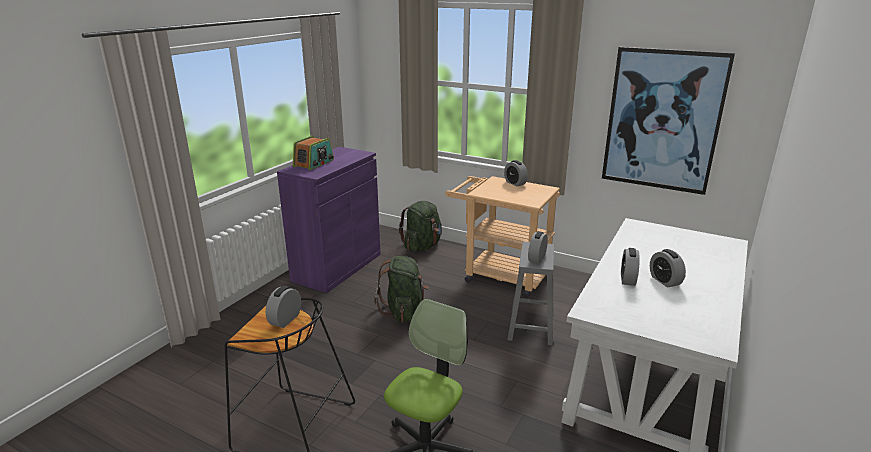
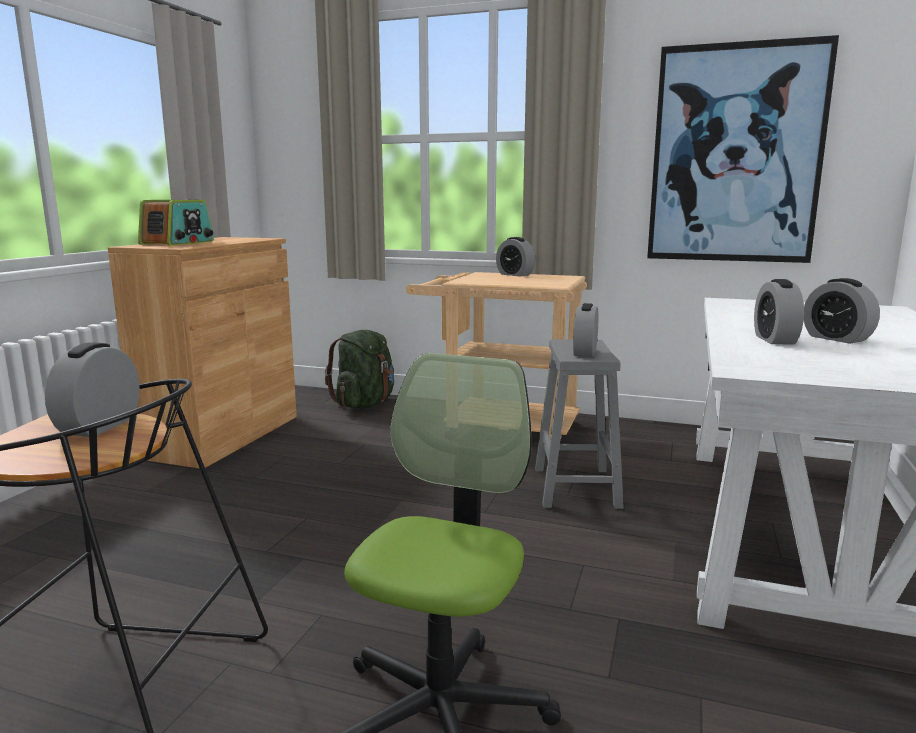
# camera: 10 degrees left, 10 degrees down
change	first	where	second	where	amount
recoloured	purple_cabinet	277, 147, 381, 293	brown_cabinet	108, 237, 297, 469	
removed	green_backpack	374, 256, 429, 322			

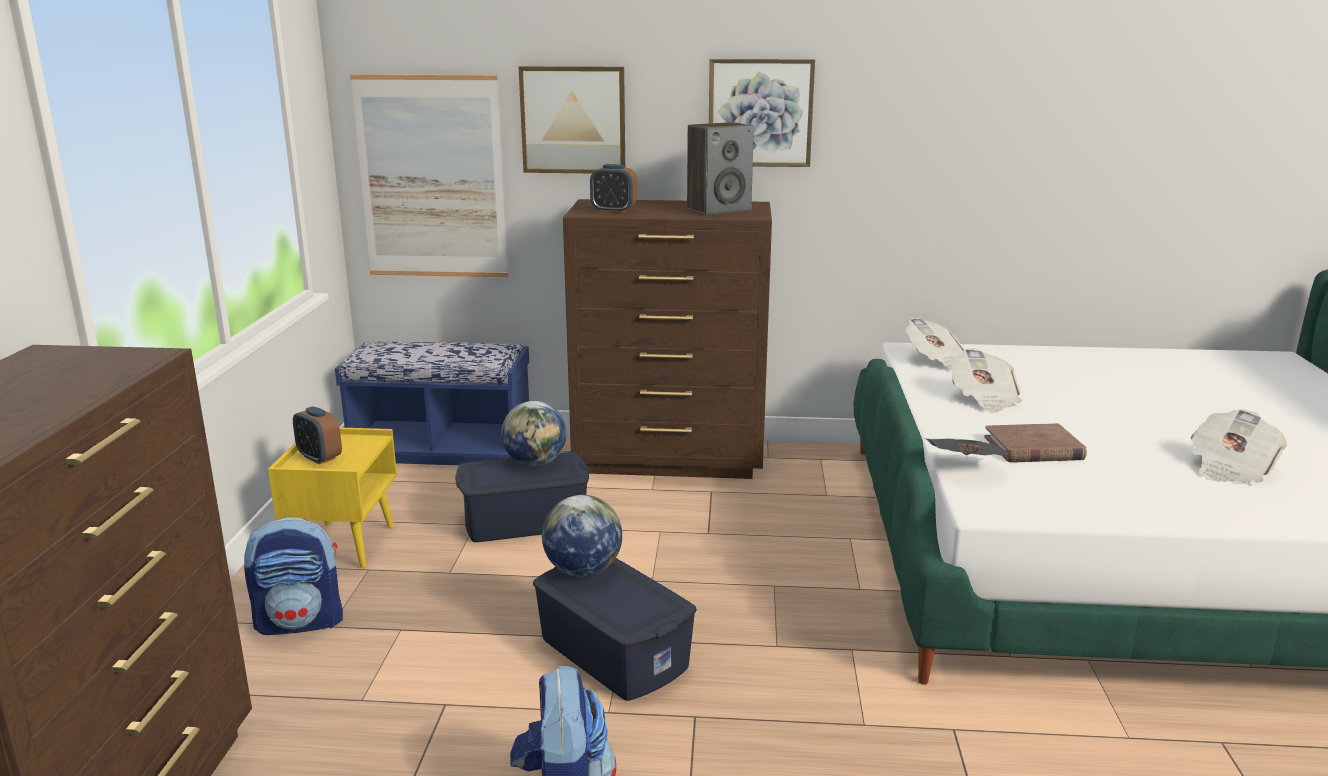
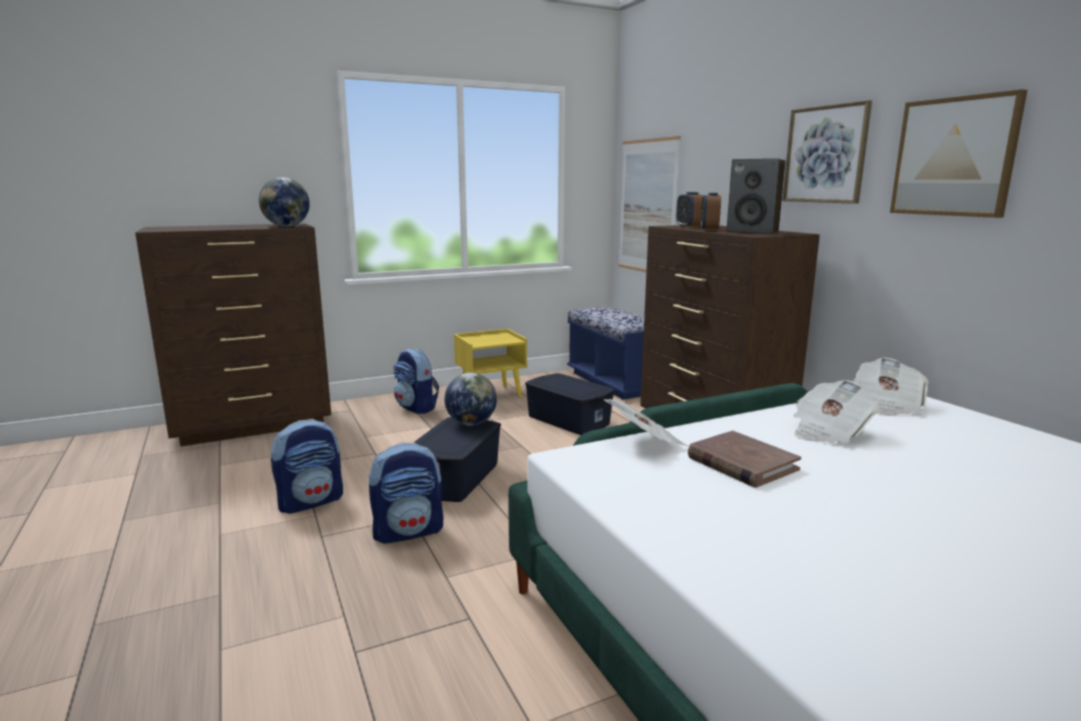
# camera: 60 degrees right, 5 degrees down
change	first	where	second	where	amount
moved	alarm_clock	293, 406, 342, 464		701, 193, 721, 231	
moved	globe	501, 401, 567, 466		259, 177, 310, 227	
moved	picture	519, 66, 625, 173		890, 89, 1027, 218	
removed	newspaper	1191, 409, 1287, 483			
added			backpack	369, 443, 443, 543	

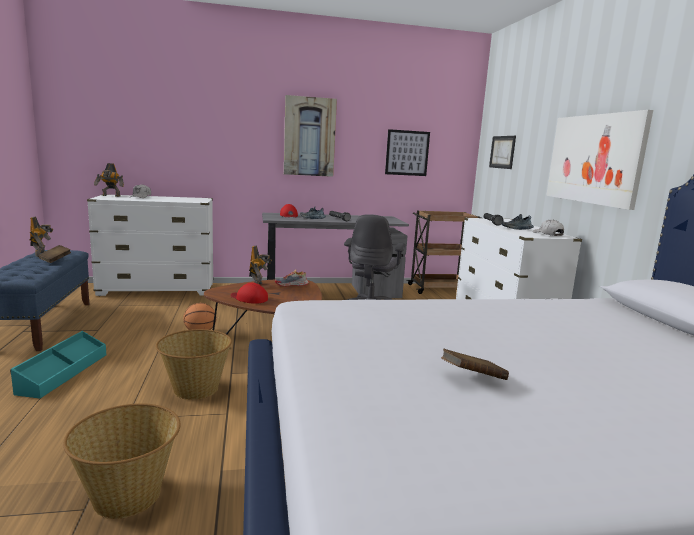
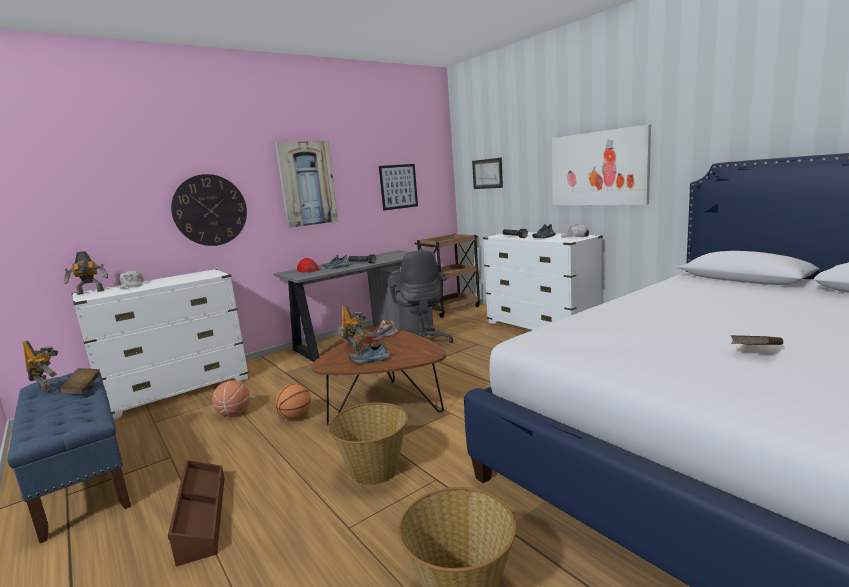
# camera: 25 degrees left, 0 degrees up
change	first	where	second	where	amount
recoloured	turquoise_storage_box	10, 331, 106, 398	brown_storage_box	168, 460, 224, 566	
replaced	red_cap	231, 282, 268, 304	shoe	348, 342, 390, 364	
added			wall_clock	171, 174, 247, 246	
added			basketball	212, 381, 250, 416	

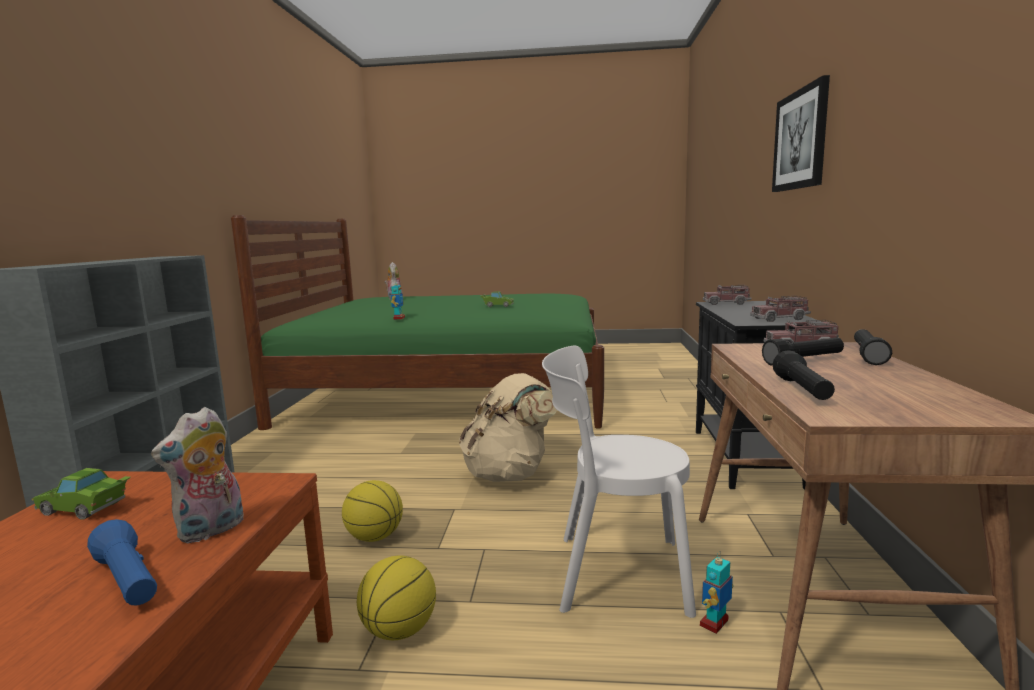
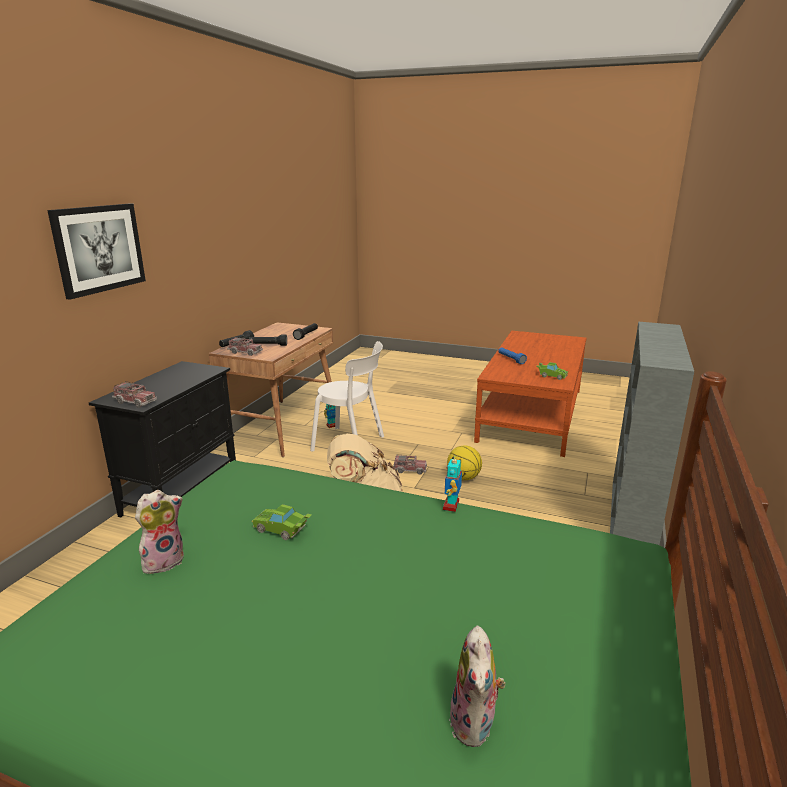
# camera: 165 degrees left, 10 degrees up
change	first	where	second	where	amount
moved	plush_toy	151, 407, 244, 543		135, 490, 184, 574	
removed	basketball	357, 556, 436, 640			
moved	toy_truck	750, 296, 811, 322		393, 455, 427, 474	

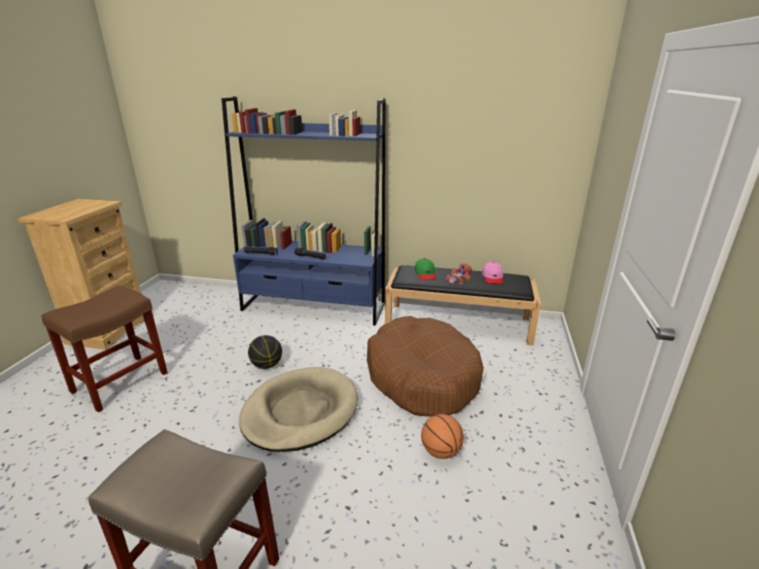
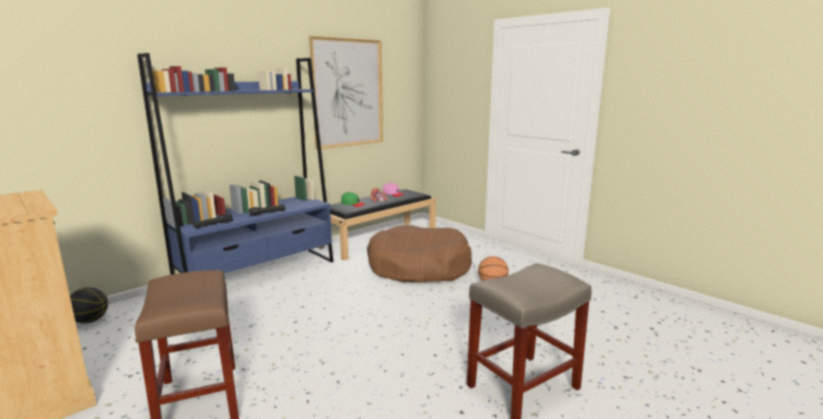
# camera: 55 degrees left, 10 degrees down
change	first	where	second	where	amount
removed	beige_dog_bed	239, 367, 358, 452			
moved	basketball	248, 335, 282, 369		70, 287, 108, 323	
added			picture	309, 36, 383, 149	

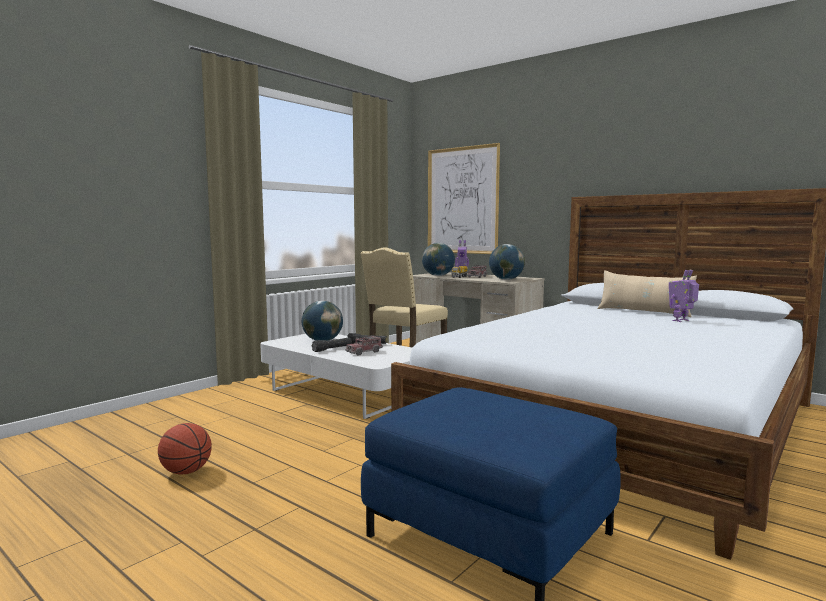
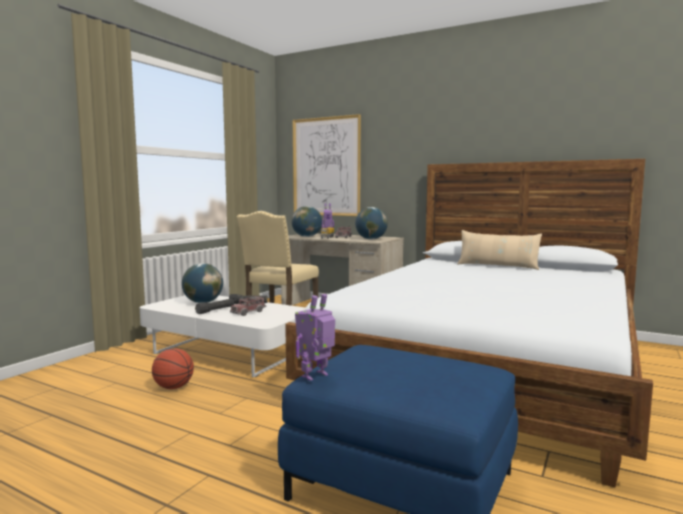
# camera: 10 degrees left, 0 degrees up
change	first	where	second	where	amount
moved	basketball	158, 423, 212, 475		152, 349, 194, 389	
moved	toy_robot	669, 270, 699, 322		295, 294, 335, 381	

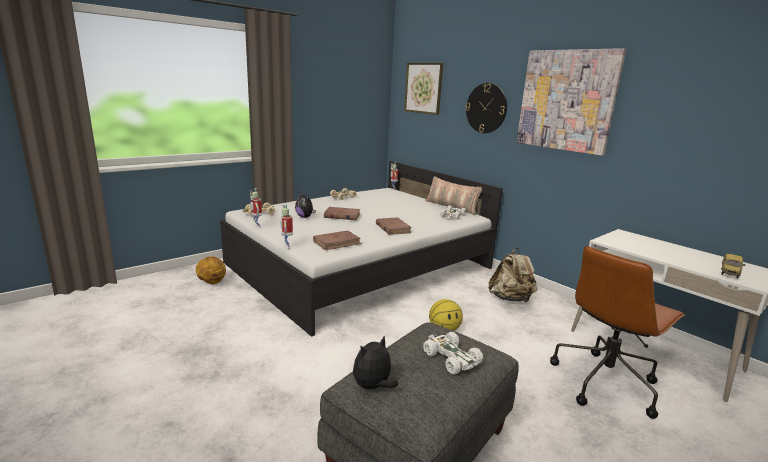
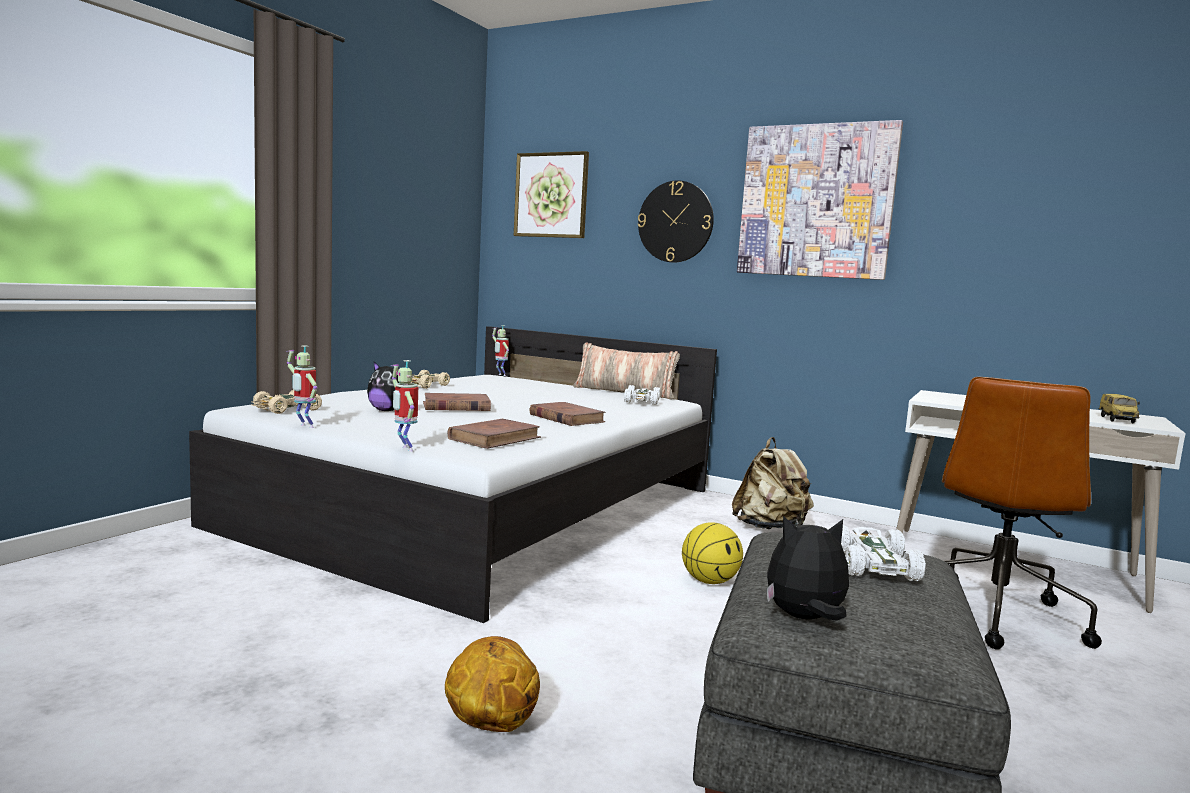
# camera: 20 degrees left, 10 degrees down
change	first	where	second	where	amount
moved	basketball	196, 256, 226, 285		445, 636, 540, 732	
turned	plush_toy	353, 335, 398, 390		766, 516, 849, 621	60 degrees clockwise
turned	white_toy_car	423, 332, 483, 374		841, 525, 926, 581	60 degrees clockwise

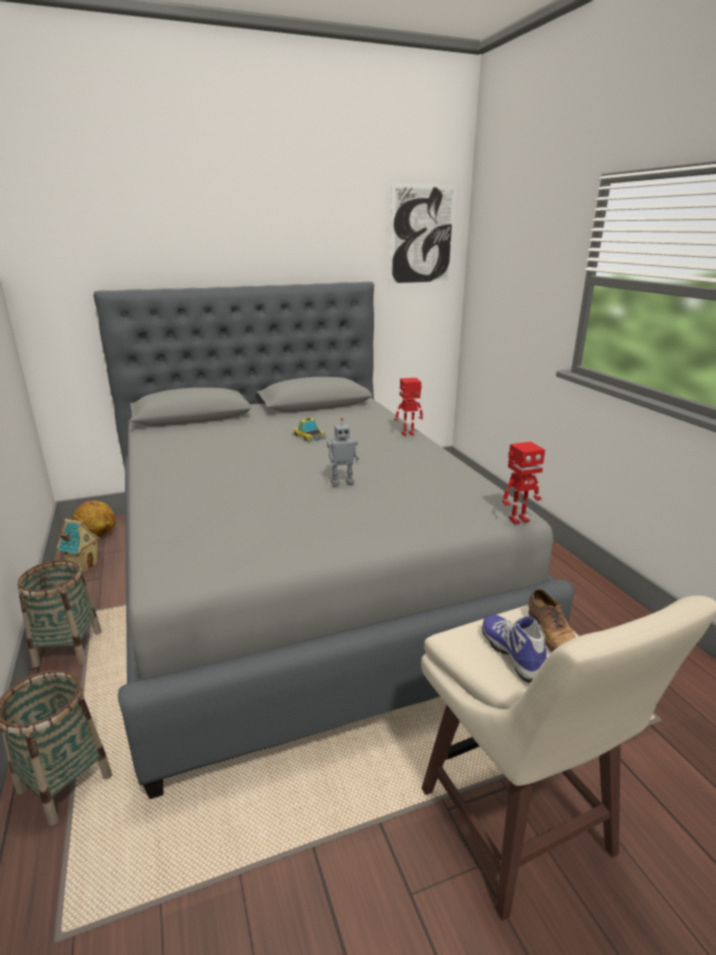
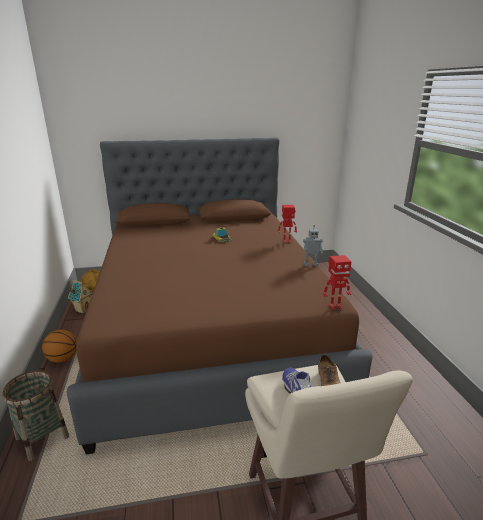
# camera: 10 degrees right, 0 degrees up
change	first	where	second	where	amount
replaced	basket	17, 560, 102, 667	basketball	42, 330, 77, 363	
recoloured	grey_bed	93, 282, 575, 799	brown_bed	66, 138, 373, 454	
moved	toy_robot	327, 418, 359, 486		303, 225, 323, 267	
removed	picture	390, 184, 456, 285			

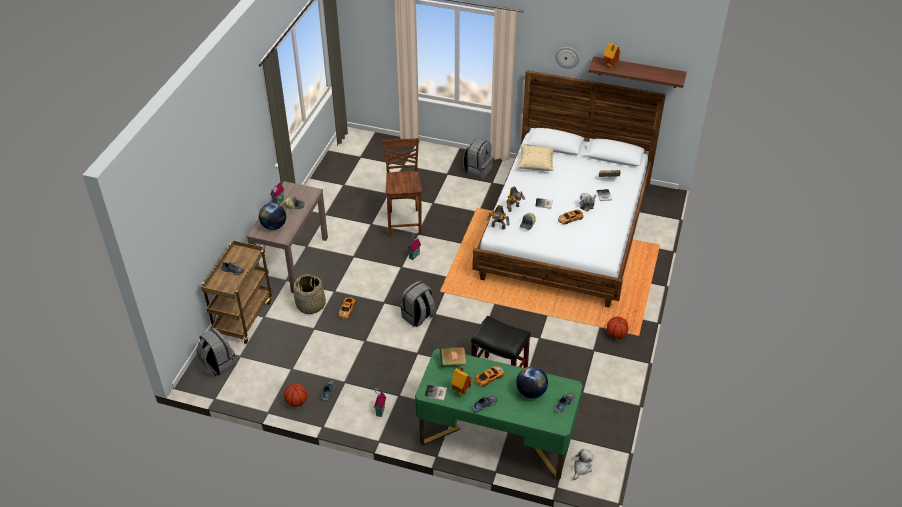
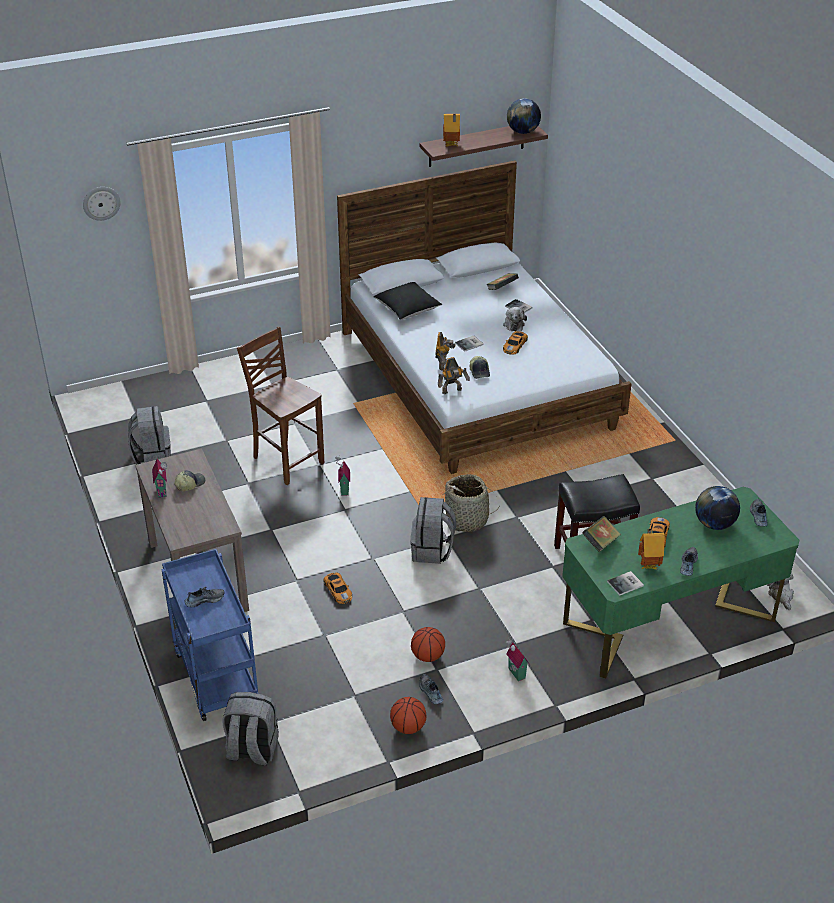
# camera: 40 degrees left, 5 degrees down
change	first	where	second	where	amount
recoloured	brown_cart	201, 240, 272, 344	blue_cart	161, 549, 259, 721	
moved	globe	259, 203, 286, 230		507, 98, 541, 134	
moved	basket	293, 274, 326, 314		444, 474, 495, 532	
moved	grey_backpack	463, 138, 493, 179		128, 406, 171, 464	
recoloured	beige_pillow	518, 145, 555, 171	black_pillow	373, 282, 442, 320	
moved	wall_clock	555, 47, 580, 69		83, 187, 121, 221	
moved	basketball	607, 317, 629, 339		411, 627, 445, 662	

